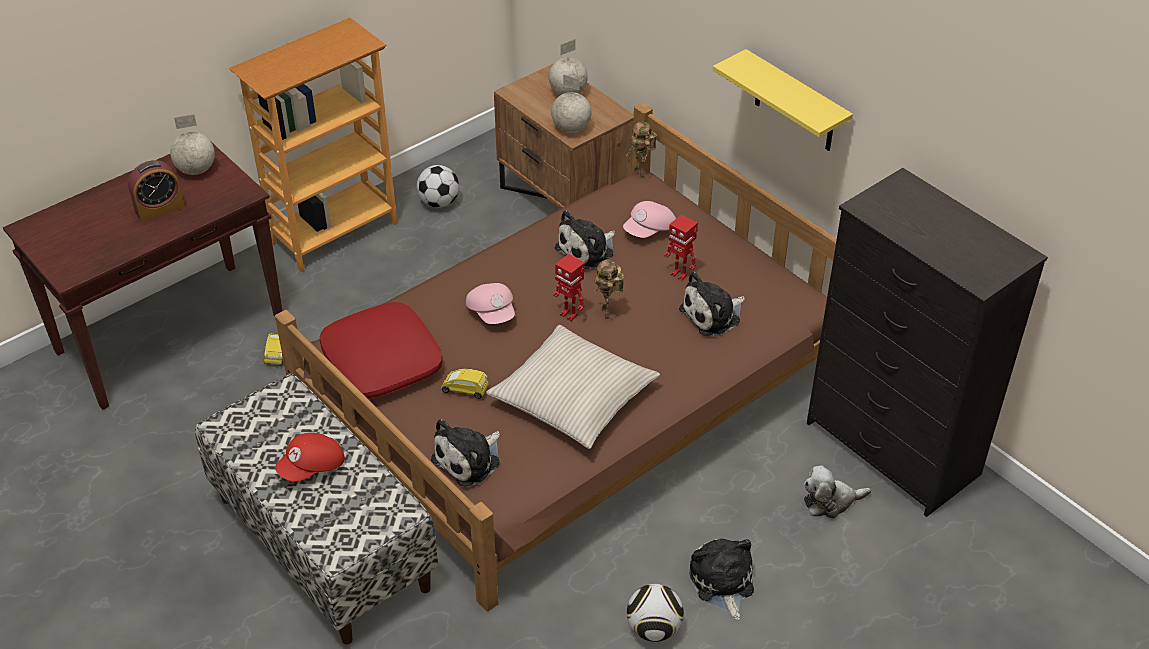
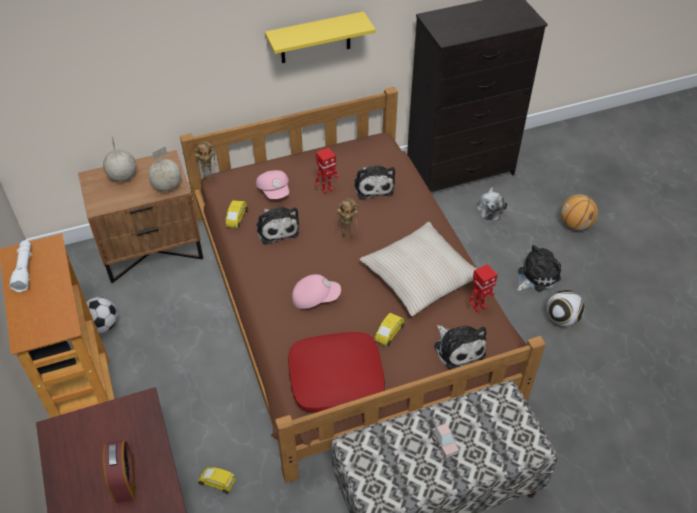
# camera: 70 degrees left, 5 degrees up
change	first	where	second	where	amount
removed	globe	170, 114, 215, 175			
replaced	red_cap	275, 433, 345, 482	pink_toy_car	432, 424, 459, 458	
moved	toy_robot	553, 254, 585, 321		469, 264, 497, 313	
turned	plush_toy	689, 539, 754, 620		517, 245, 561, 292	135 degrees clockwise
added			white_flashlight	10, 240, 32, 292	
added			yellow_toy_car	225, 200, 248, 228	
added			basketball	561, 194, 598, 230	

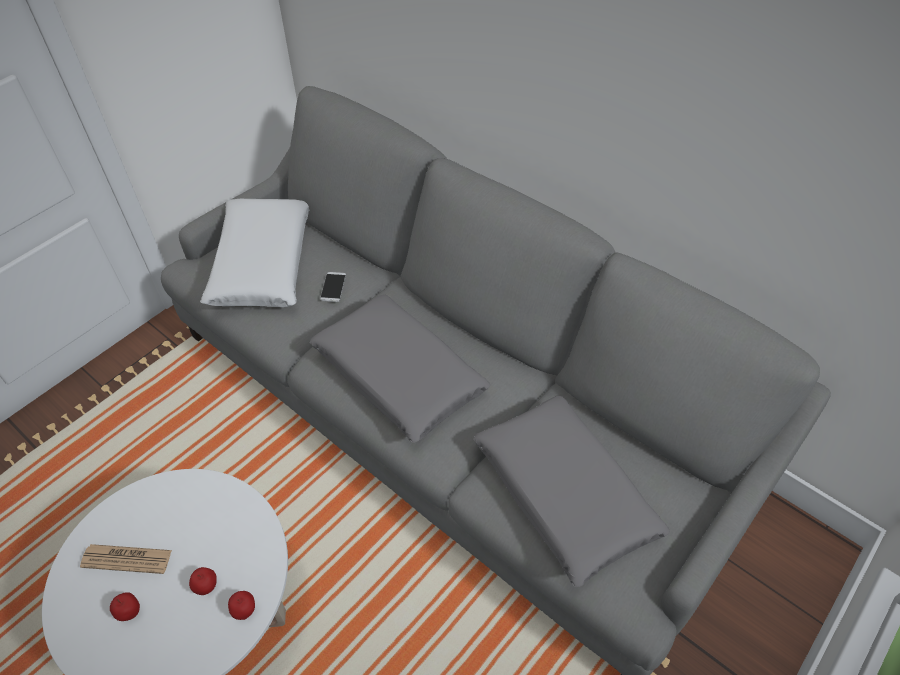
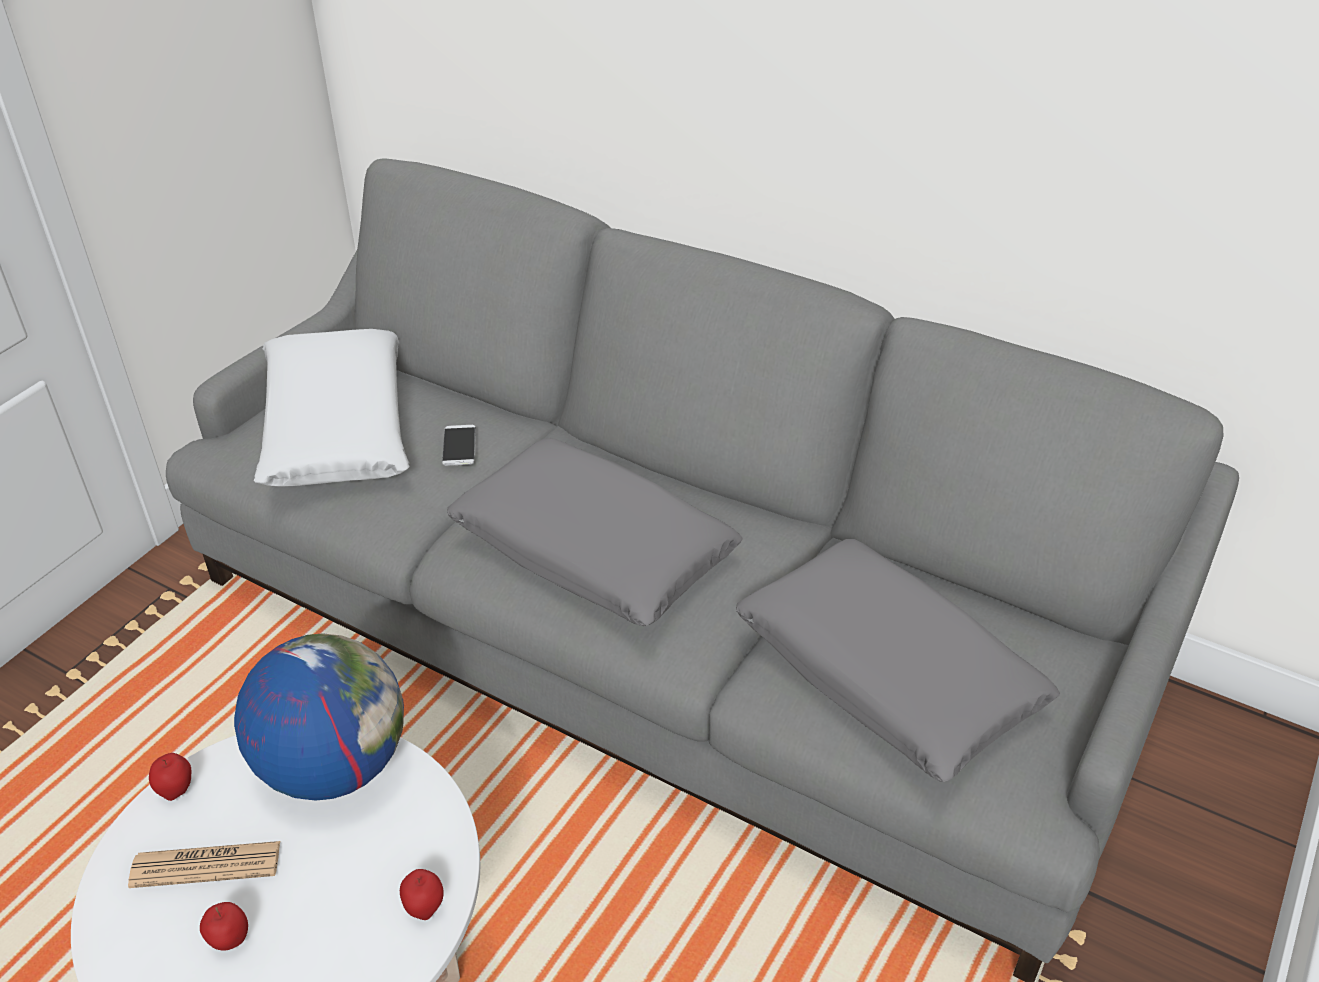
# camera: 10 degrees left, 10 degrees down
change	first	where	second	where	amount
moved	apple	189, 567, 217, 595		149, 753, 191, 801	
added			globe	234, 633, 404, 801	

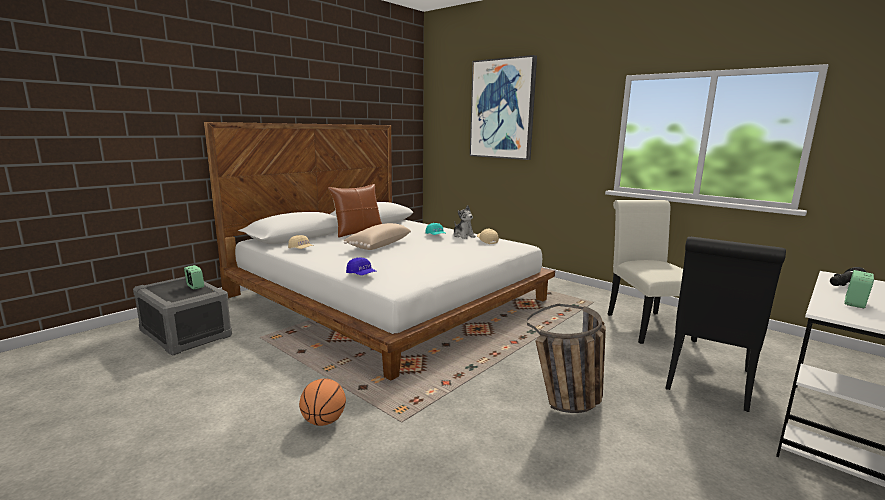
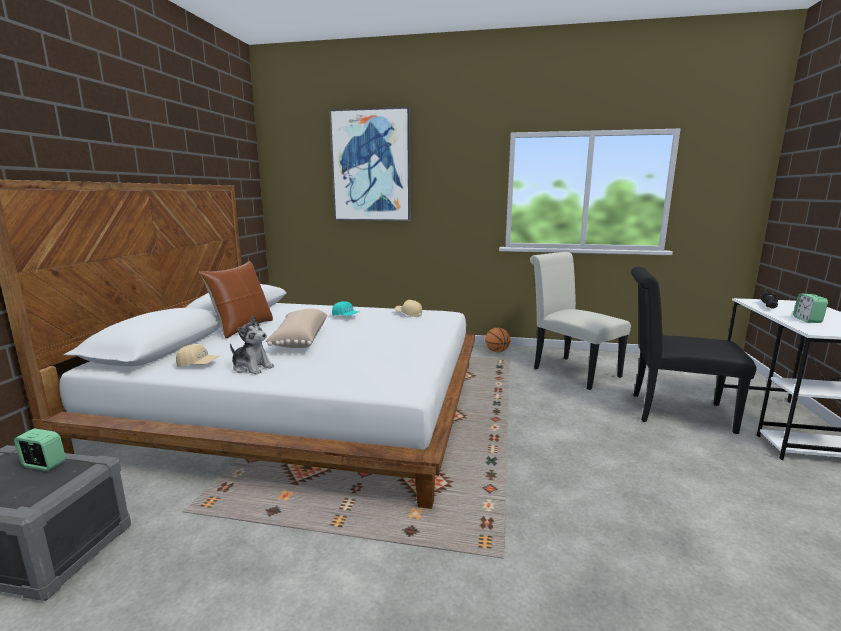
# camera: 30 degrees left, 0 degrees up
change	first	where	second	where	amount
moved	basketball	299, 378, 346, 426		485, 327, 510, 352	
removed	blue_cap	346, 258, 377, 275			
moved	plush_toy	453, 205, 476, 239		230, 316, 274, 374	
removed	basket	527, 304, 606, 413			
turned	black_chair	665, 237, 786, 412		631, 267, 756, 434	105 degrees clockwise

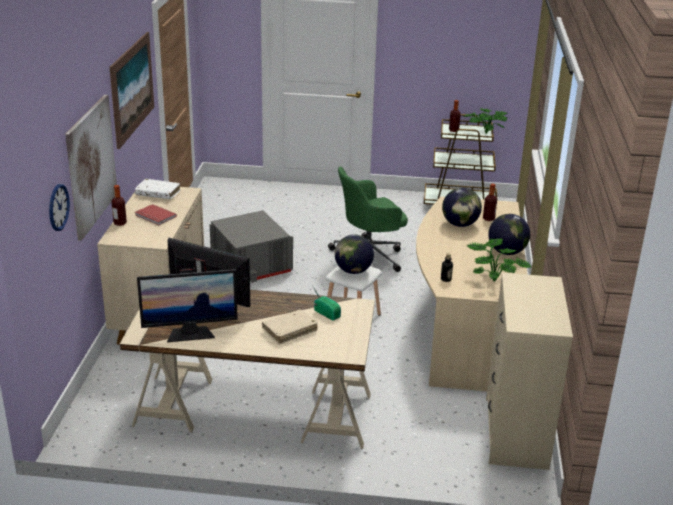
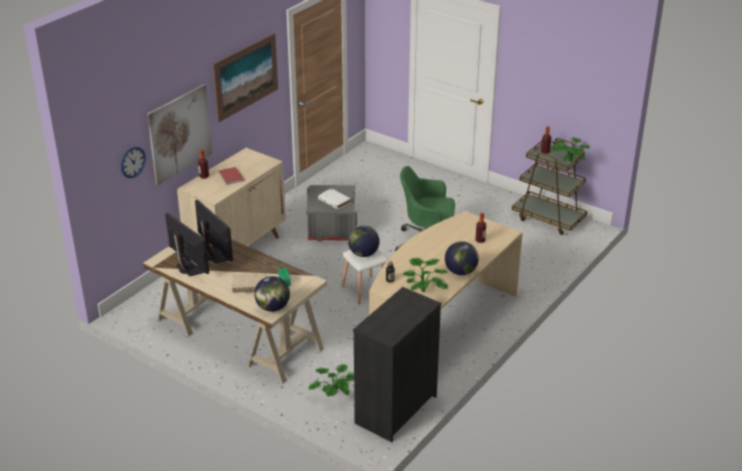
# camera: 30 degrees right, 5 degrees up
change	first	where	second	where	amount
moved	white_book	135, 179, 181, 199		318, 188, 351, 209	
turned	monitor	137, 268, 238, 342		165, 212, 209, 276	150 degrees counterclockwise
moved	globe	442, 188, 482, 227		254, 276, 290, 312	
recoloured	beige_dresser	486, 273, 573, 470	black_dresser	353, 287, 441, 442	
added			potted_plant	308, 364, 354, 397	

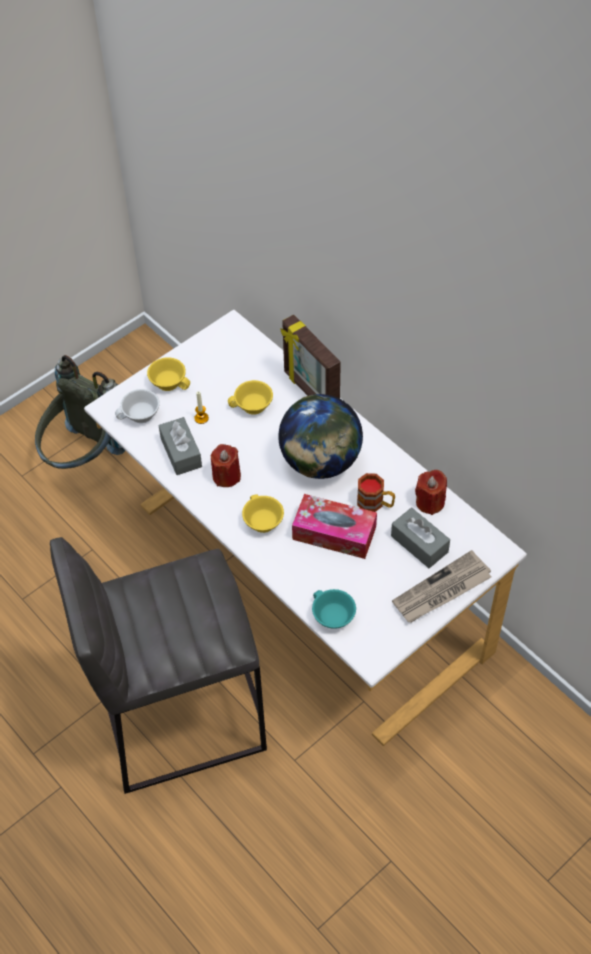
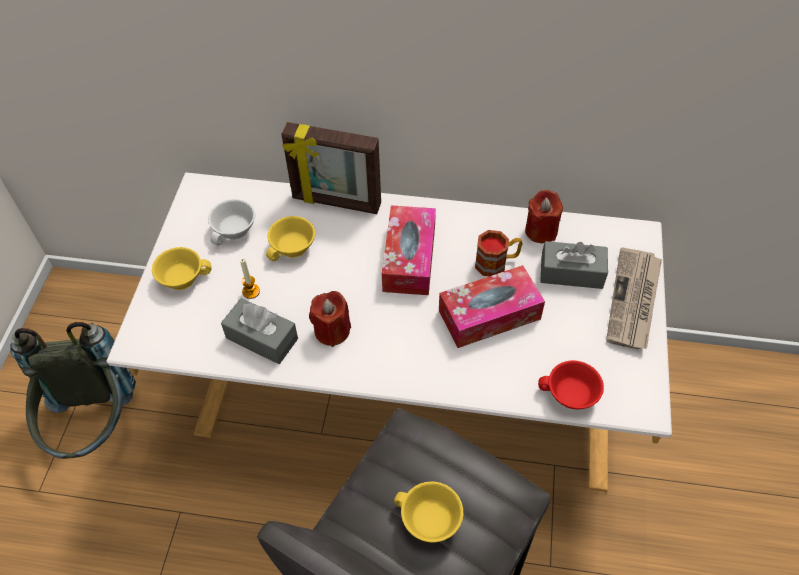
# camera: 40 degrees left, 0 degrees up
change	first	where	second	where	amount
moved	white_cup	115, 389, 160, 423		208, 199, 255, 245	
moved	yellow_cup	242, 494, 284, 533		394, 481, 463, 543	
replaced	globe	278, 394, 363, 479	tissue_box	382, 205, 436, 295	
recoloured	turquoise_cup	312, 589, 356, 629	red_cup	538, 360, 604, 409	

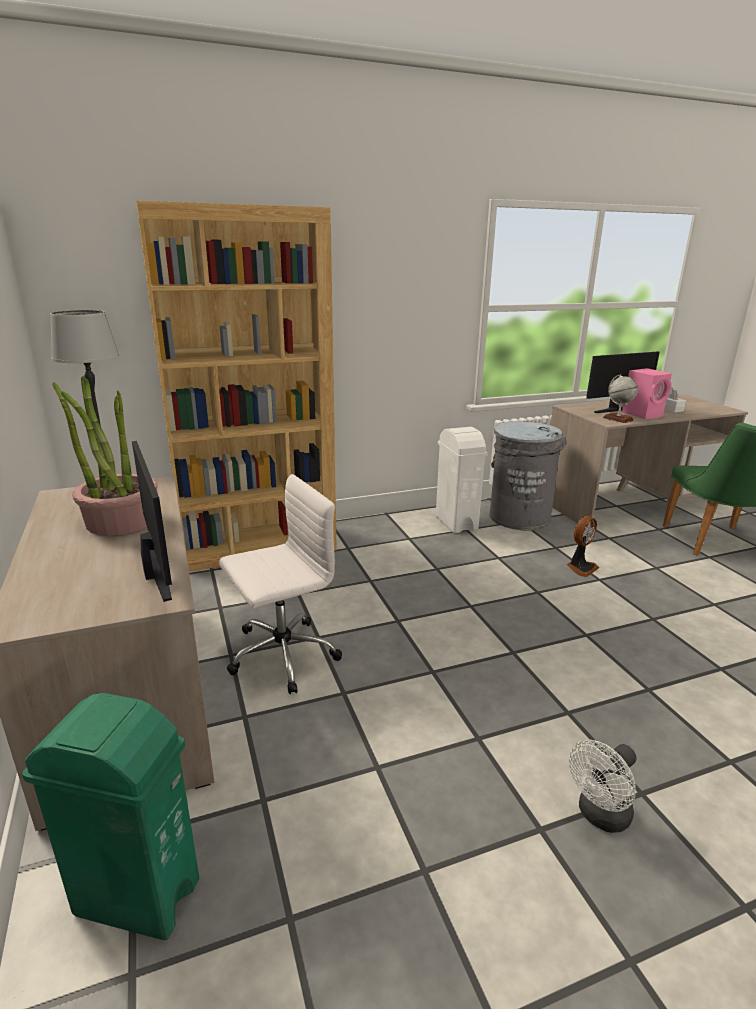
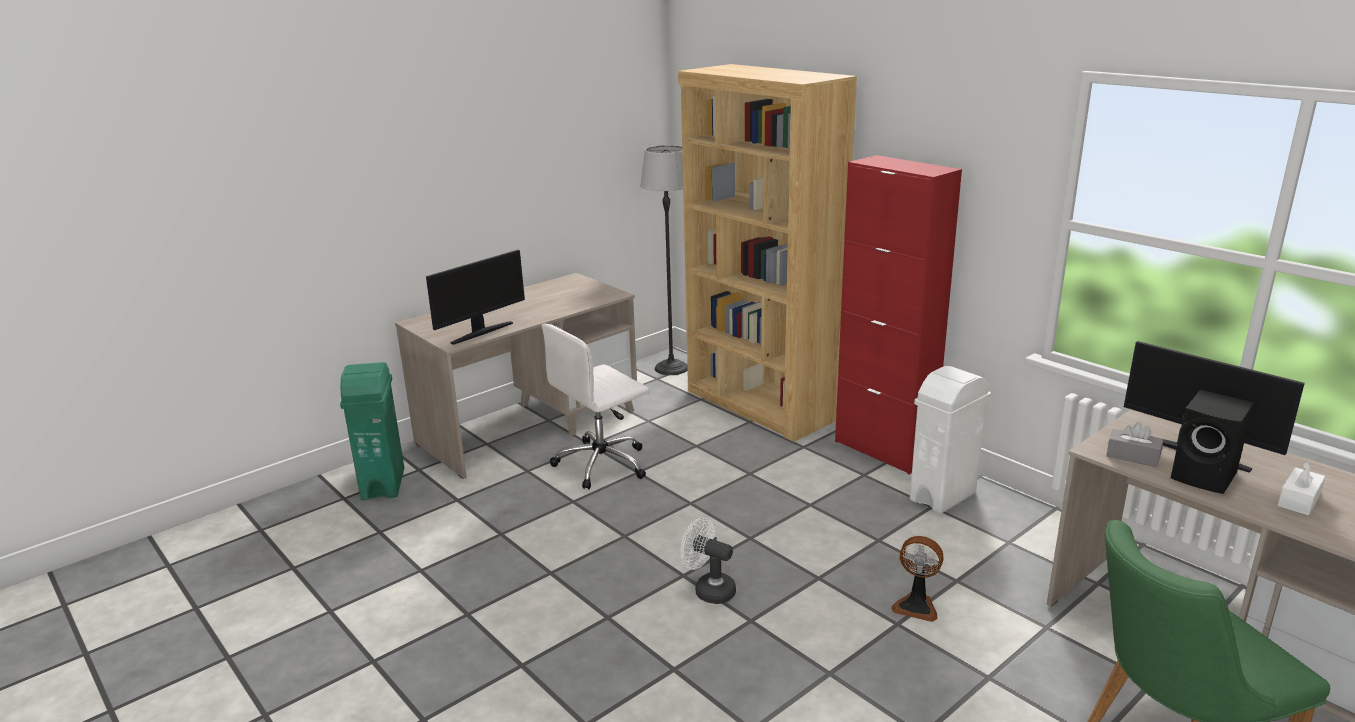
# camera: 70 degrees right, 0 degrees up
change	first	where	second	where	amount
removed	potted_plant	52, 376, 157, 536			
turned	white_office_chair	219, 474, 342, 694		542, 324, 650, 489	105 degrees clockwise
removed	grey_trash_can	489, 421, 567, 531			
moved	white_fan	569, 740, 637, 833		680, 517, 736, 604	
replaced	globe	603, 374, 638, 423	grey_tissue_box	1106, 422, 1164, 467	
recoloured	pink_speaker	622, 368, 672, 419	black_speaker	1171, 390, 1254, 494	
added			red_cabinet	835, 155, 962, 475	

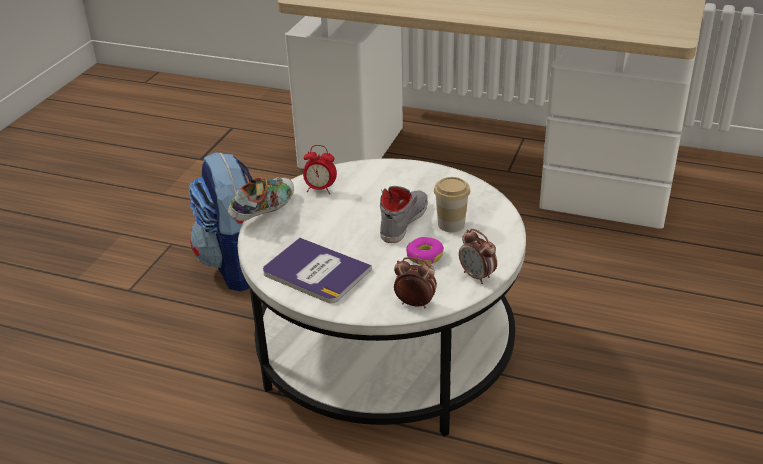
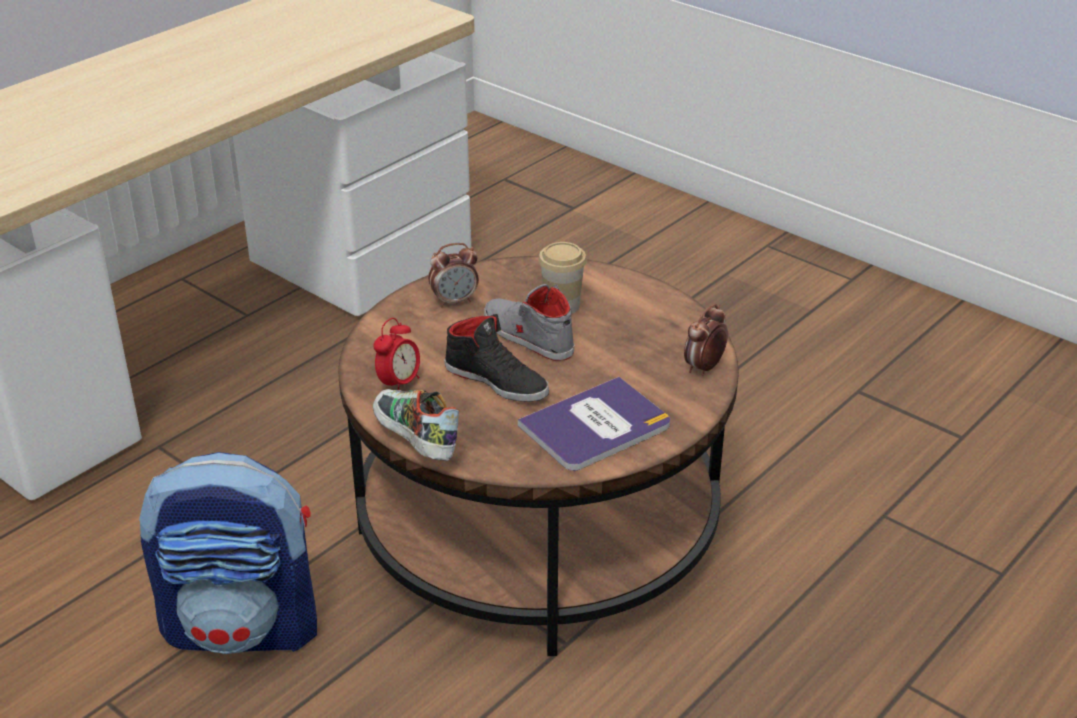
# camera: 70 degrees left, 0 degrees up
change	first	where	second	where	amount
recoloured	white_coffee_table	237, 158, 526, 436	brown_coffee_table	338, 256, 739, 656	
removed	donut	406, 237, 444, 265			
moved	alarm_clock	459, 229, 497, 284		428, 243, 479, 307	
added			black_shoe	444, 314, 549, 402	

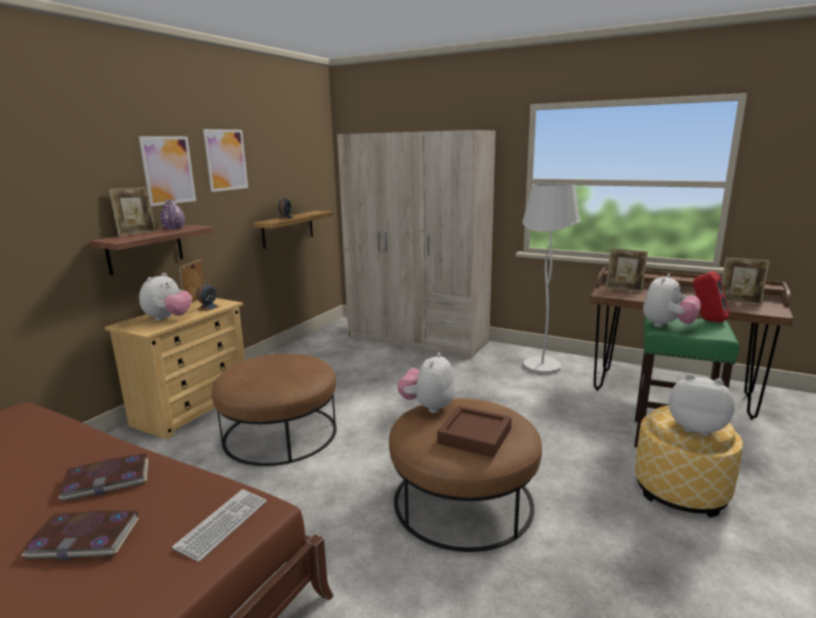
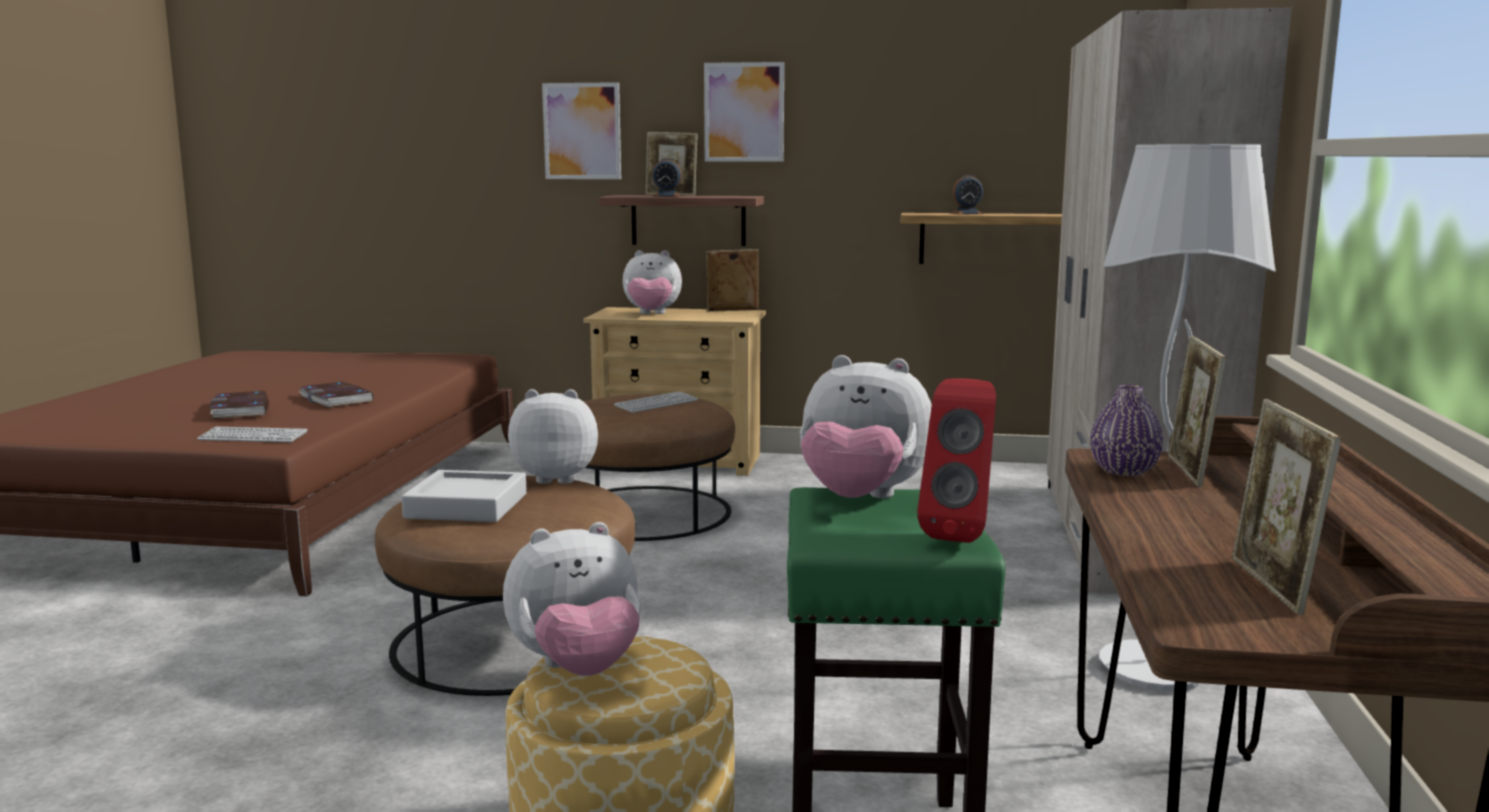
# camera: 70 degrees right, 5 degrees down
change	first	where	second	where	amount
moved	purple_vase	160, 199, 185, 230		1090, 384, 1163, 476	
moved	alarm_clock	196, 284, 220, 311		652, 158, 682, 197	
moved	picture	203, 129, 248, 192		542, 82, 621, 179	
recoloured	brown_tray	437, 406, 512, 457	grey_tray	401, 470, 527, 522	
turned	plush_toy	669, 374, 735, 436		503, 522, 641, 676	60 degrees clockwise
added			keyboard	614, 391, 698, 413	

